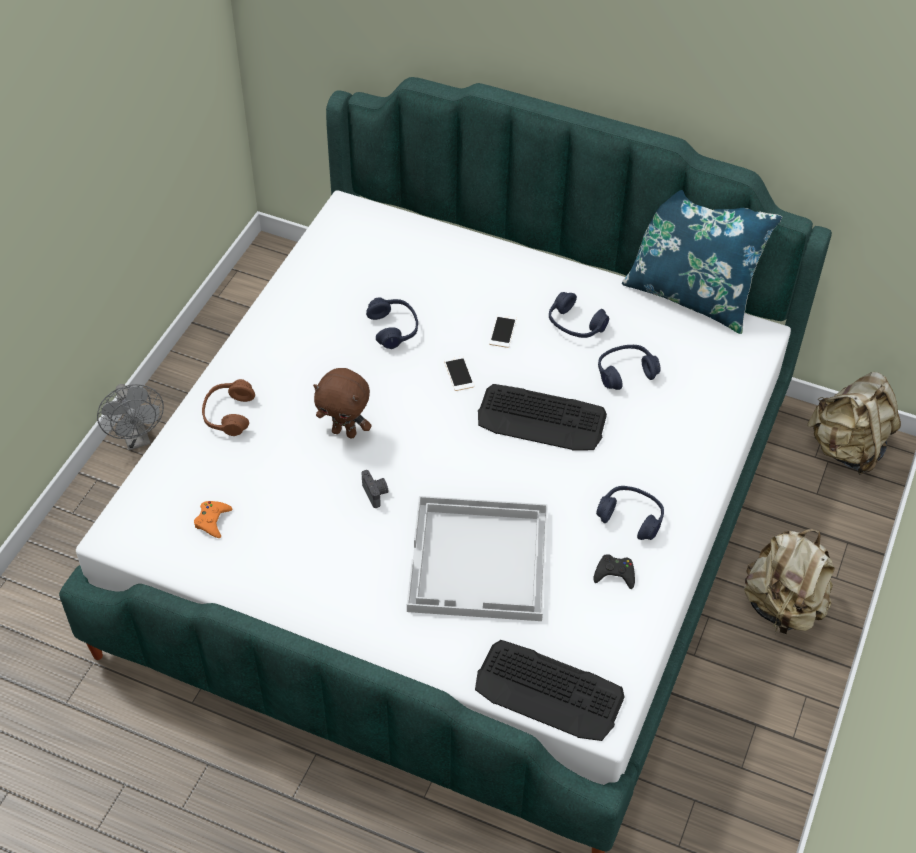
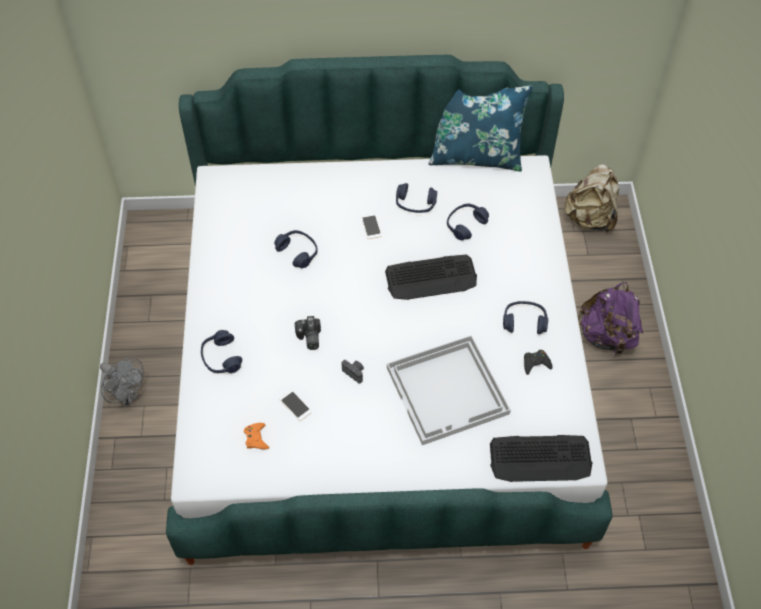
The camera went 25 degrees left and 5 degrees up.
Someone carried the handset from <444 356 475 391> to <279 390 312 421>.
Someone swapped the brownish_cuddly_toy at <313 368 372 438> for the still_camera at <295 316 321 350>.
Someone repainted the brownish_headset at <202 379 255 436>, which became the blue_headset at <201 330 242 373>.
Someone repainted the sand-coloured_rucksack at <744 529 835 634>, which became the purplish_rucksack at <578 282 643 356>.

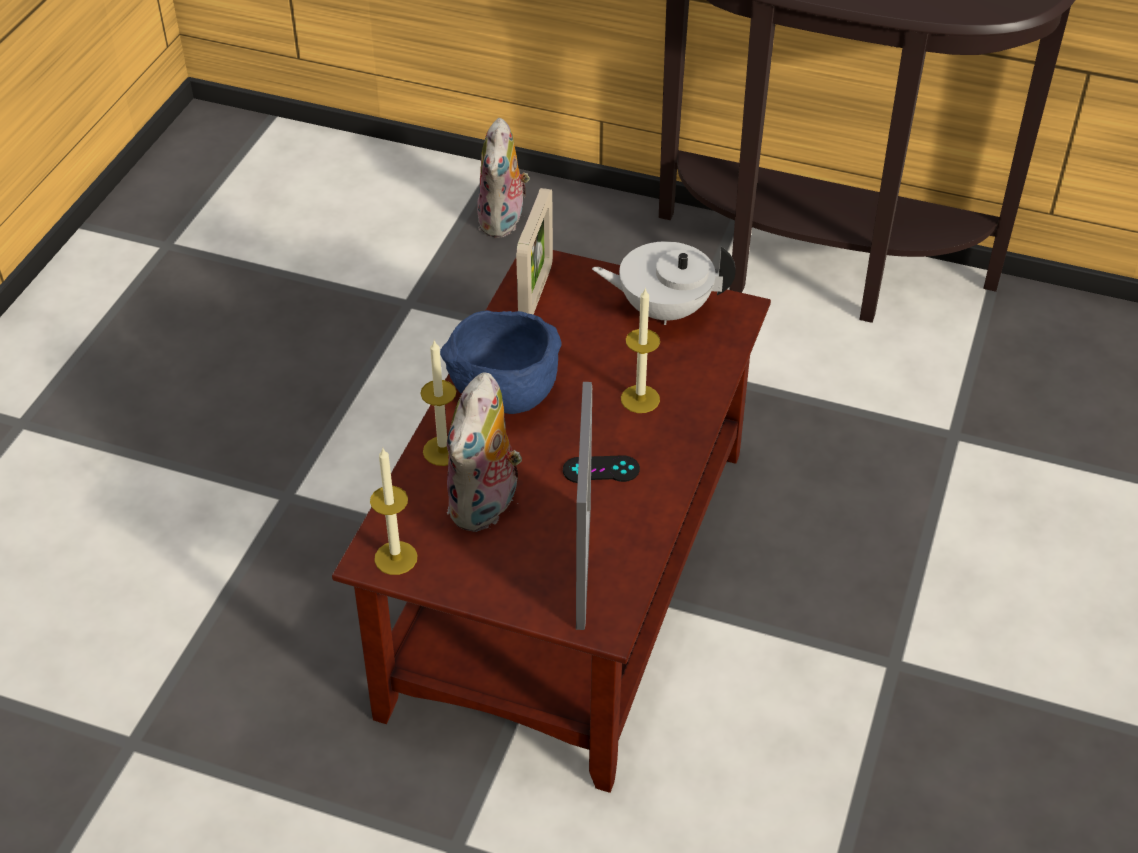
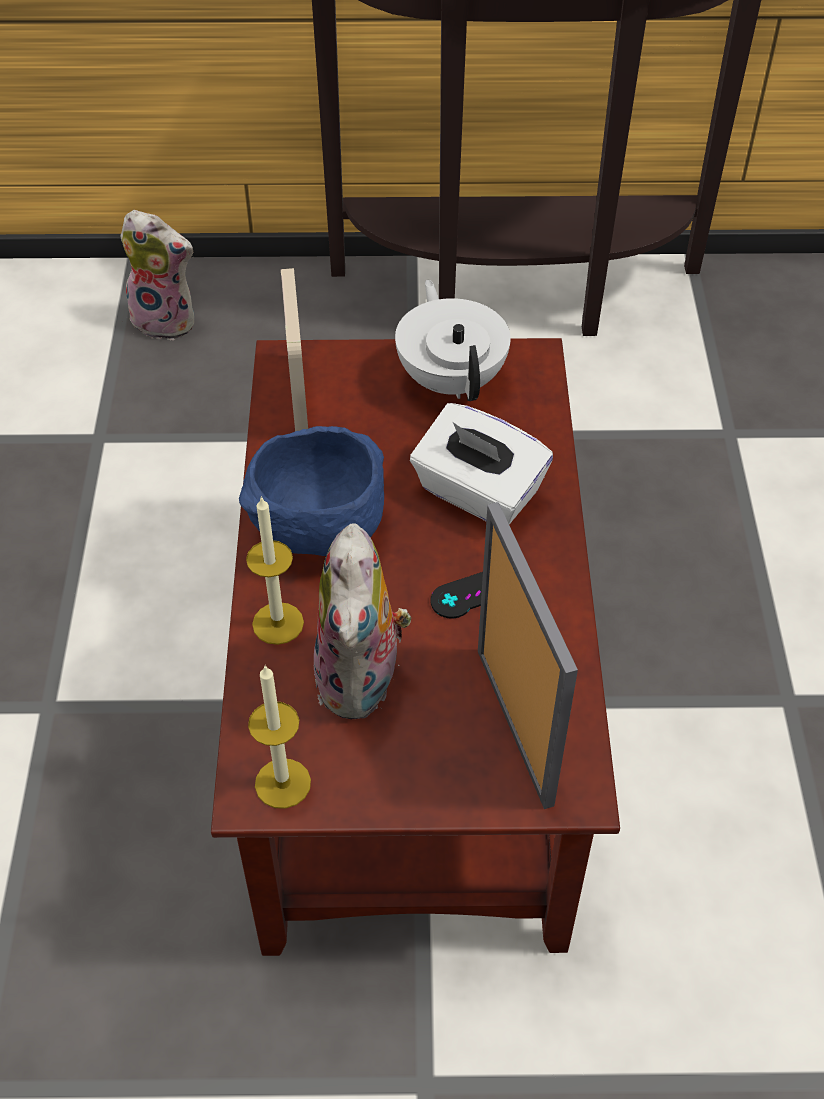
The camera went 20 degrees left and 5 degrees up.
Someone swapped the wax_candle at <621 287 660 413> for the white-coloured_box_of_tissues at <410 403 553 524>.
Someone rotated the cuddly_toy at <477 118 530 238> by 60 degrees counterclockwise.
Someone rotated the white-coloured_pot_for_tea at <592 241 736 325> by 90 degrees clockwise.

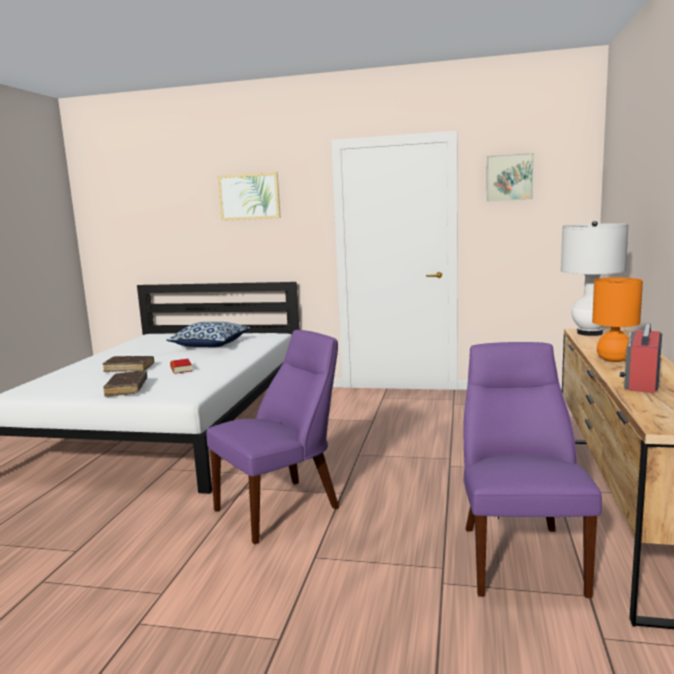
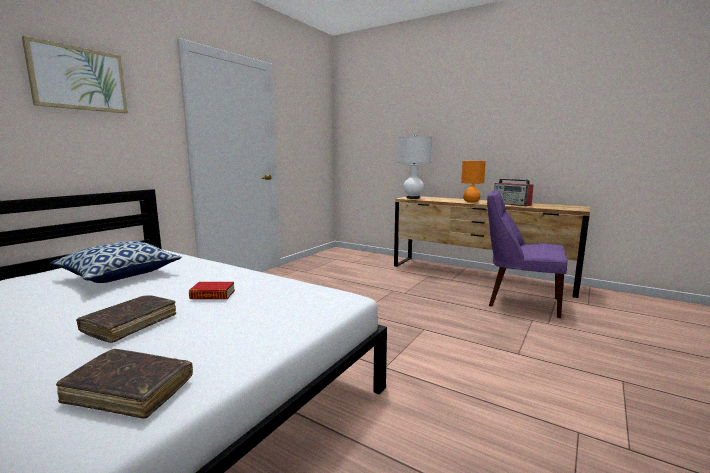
The camera went 70 degrees left and 0 degrees up.
Someone took away the purplish_plain_chair at <206 330 339 544>.
Someone took away the wall_art at <486 153 534 202>.
Someone carried the brownish_volume from <103 371 147 397> to <56 349 193 419>.

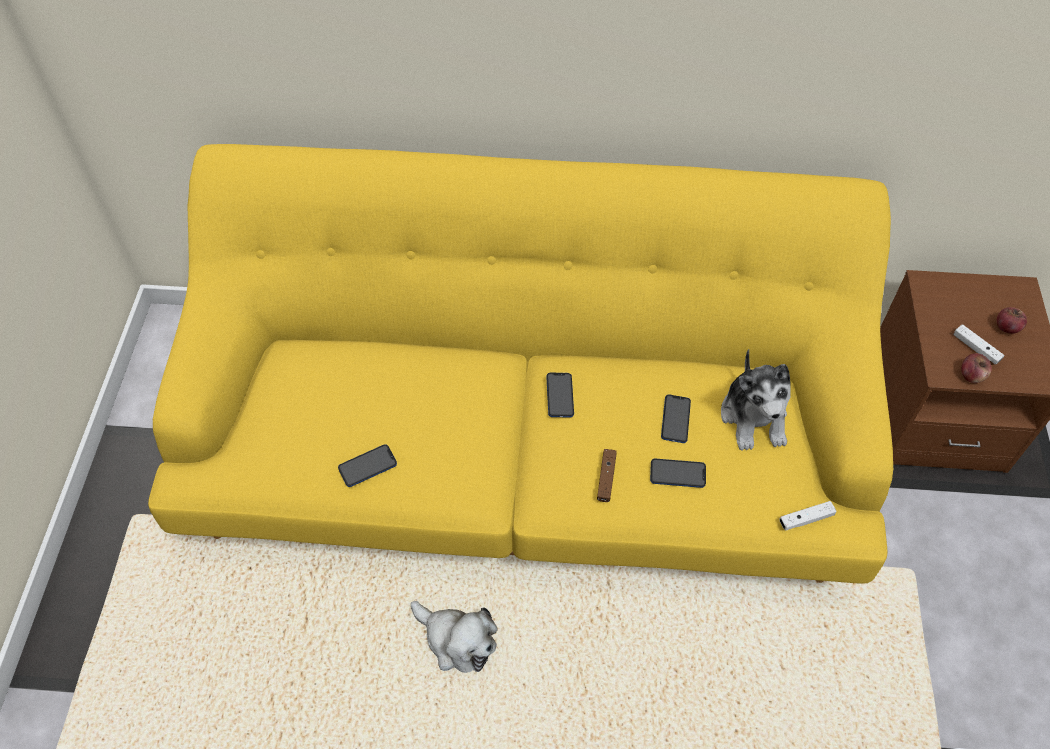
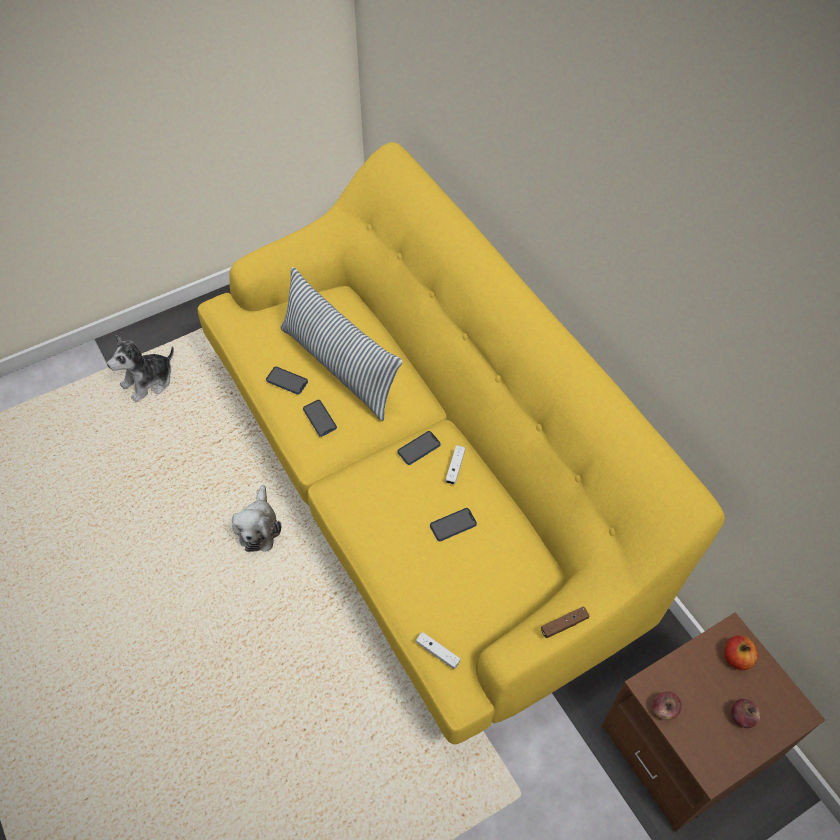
The camera went 55 degrees right and 0 degrees up.
Someone put down the cushion at <280 267 403 421>.
Someone put down the whole_apple at <724 635 758 670>.
Someone carried the brownish_joypad from <597 449 617 502> to <541 606 589 638>.
Someone carried the handset from <650 458 706 488> to <303 400 337 437>.
Someone carried the cuddly_toy from <721 349 791 451> to <107 335 174 402>.
Someone carried the white-coloured_joypad from <953 325 1004 364> to <445 445 465 484>.

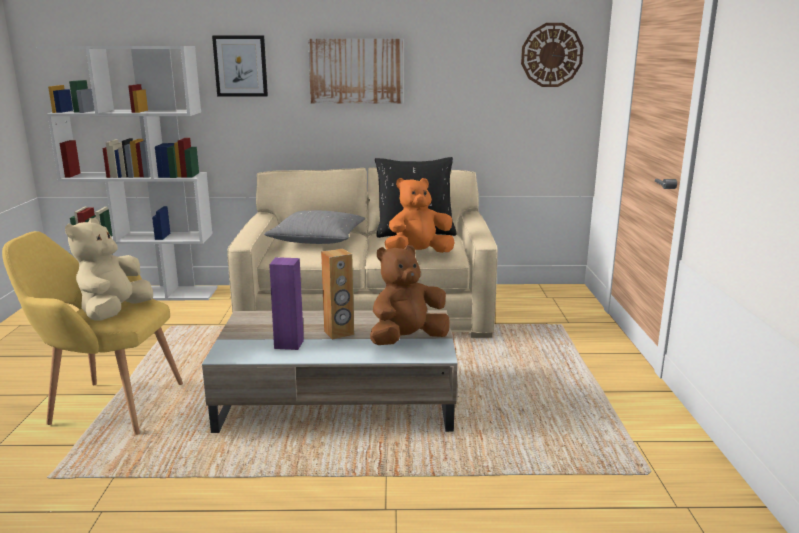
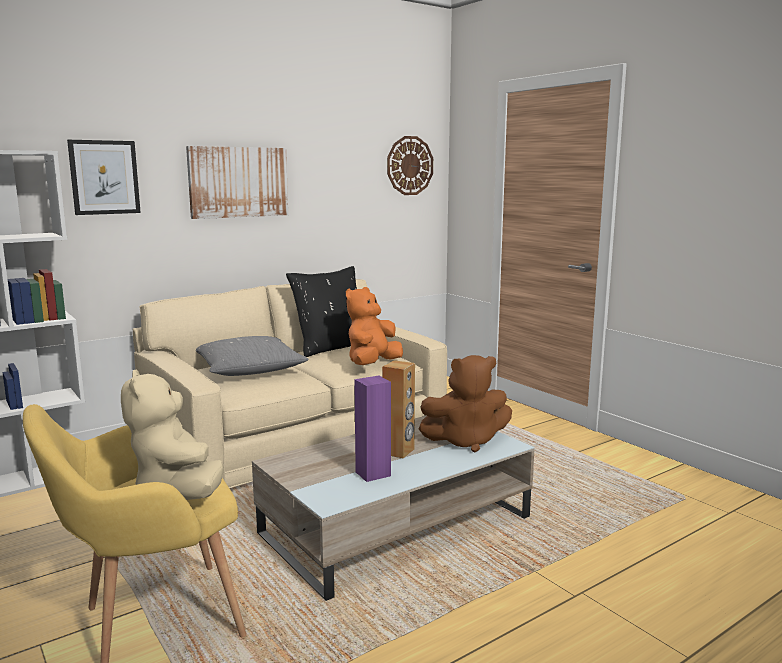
The camera went 35 degrees left and 5 degrees down.
Someone rotated the brownish_cuddly_toy at <370 245 450 345> by 120 degrees counterclockwise.

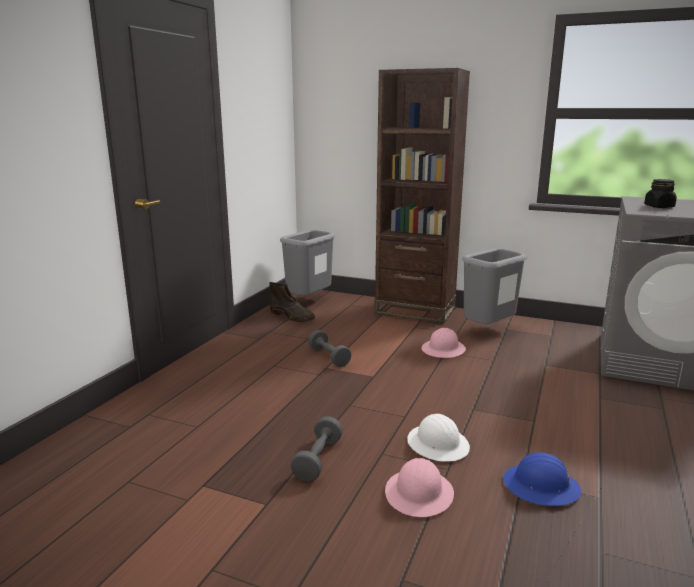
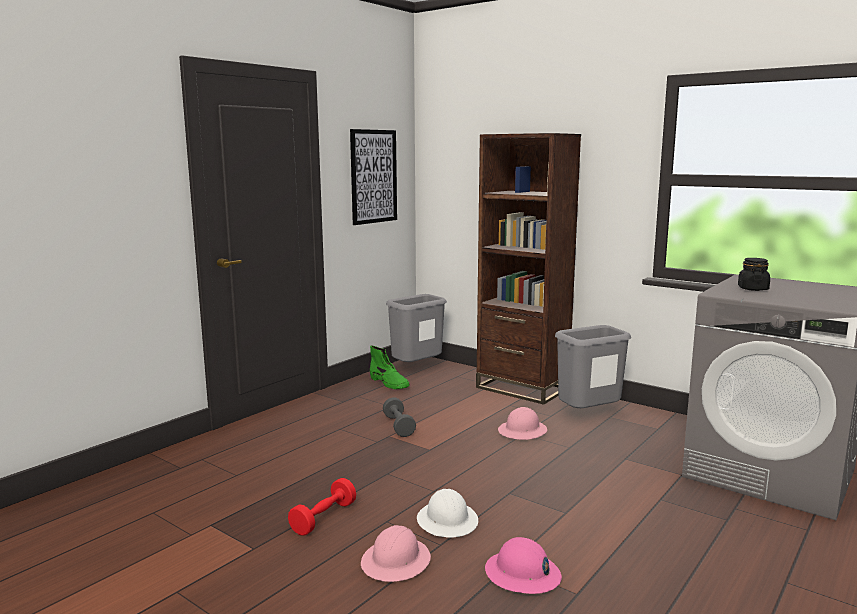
The camera went 15 degrees right and 5 degrees down.
Someone put up the wall_art at <350 129 397 225>.
Someone repainted the brownish_high-top_boot at <269 282 315 322>, which became the green_high-top_boot at <370 345 410 389>.
Someone repainted the grey_free_weight at <290 416 343 482>, which became the reddish_free_weight at <288 478 356 536>.
Someone repainted the blue_hard_hat at <503 452 582 506>, which became the pink_hard_hat at <485 537 562 594>.

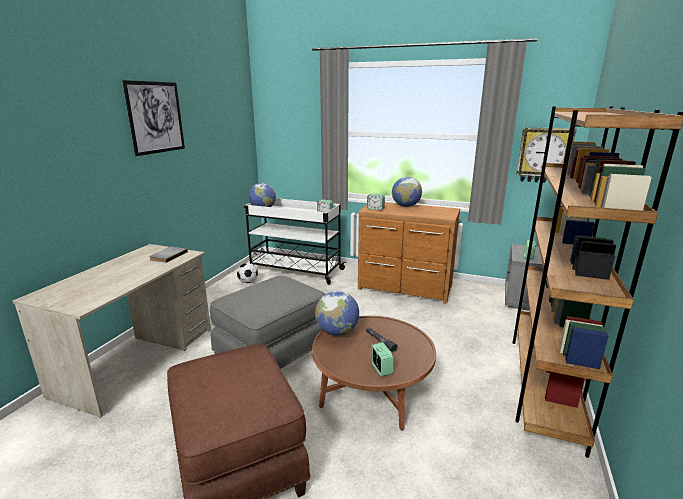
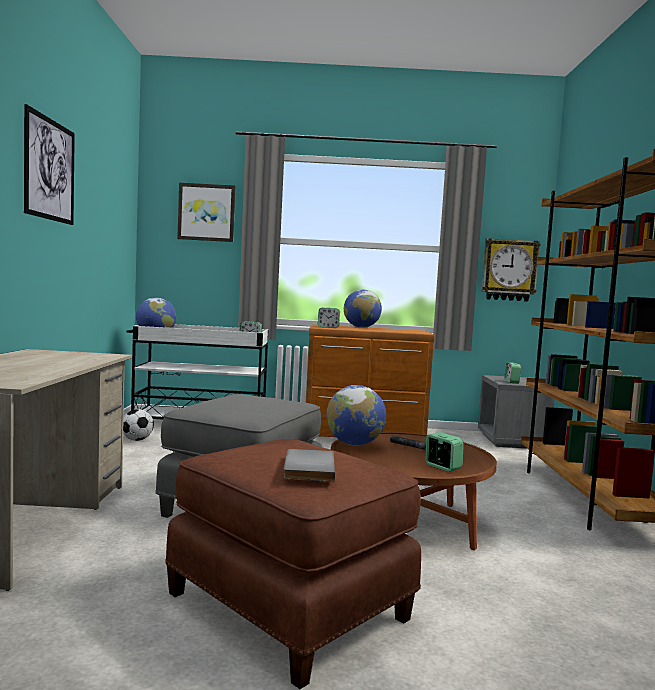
The camera went 20 degrees left and 15 degrees down.
Someone put up the wall_art at <177 183 235 242>.
Someone carried the grey_volume from <149 246 188 263> to <283 449 335 482>.

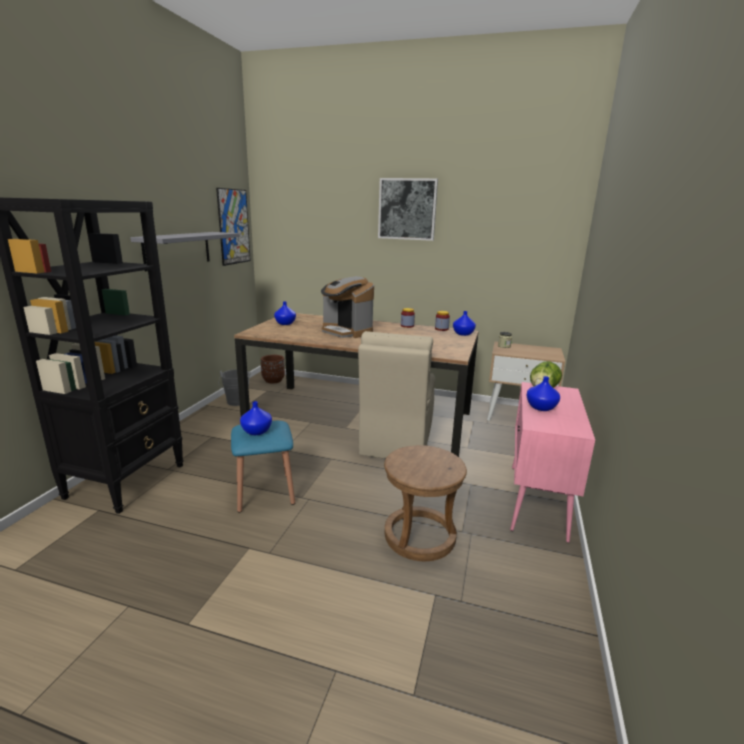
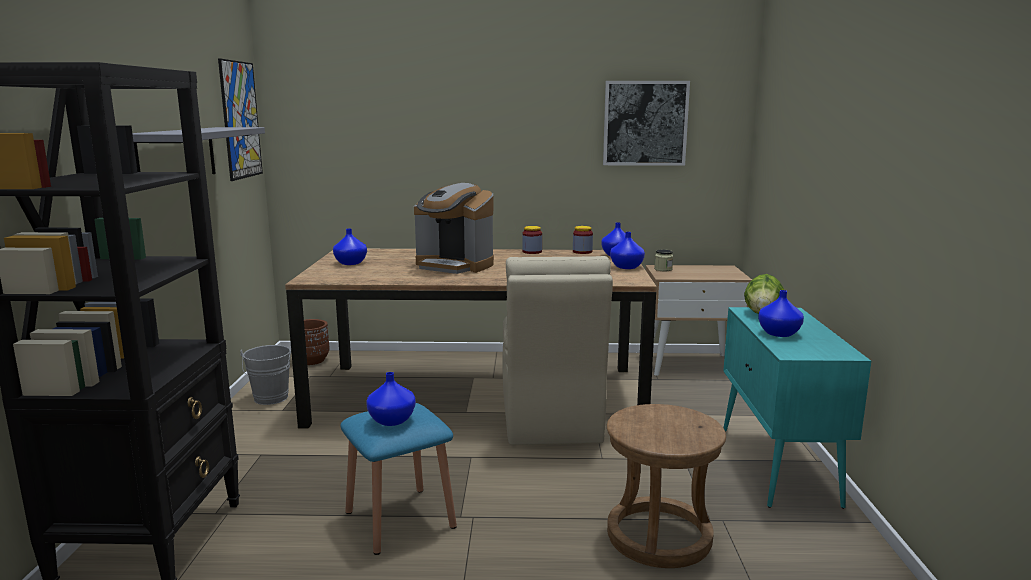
The camera went 15 degrees left and 5 degrees down.
Someone put down the blue_flower_vase at <610 232 645 269>.
Someone carried the wall_art from <378 178 438 241> to <603 81 690 166>.
Someone repainted the pink_storage_cabinet at <510 382 595 543>, which became the turquoise-coloured_storage_cabinet at <723 307 871 509>.

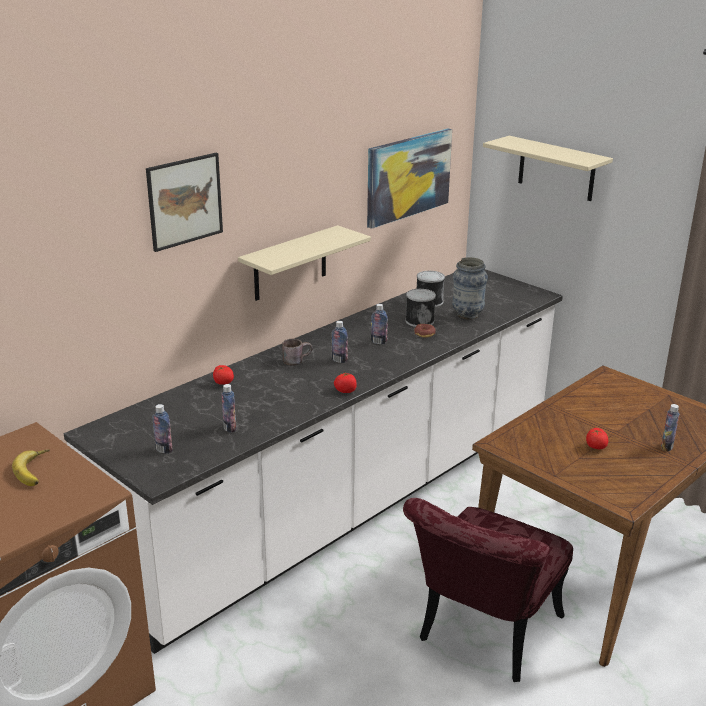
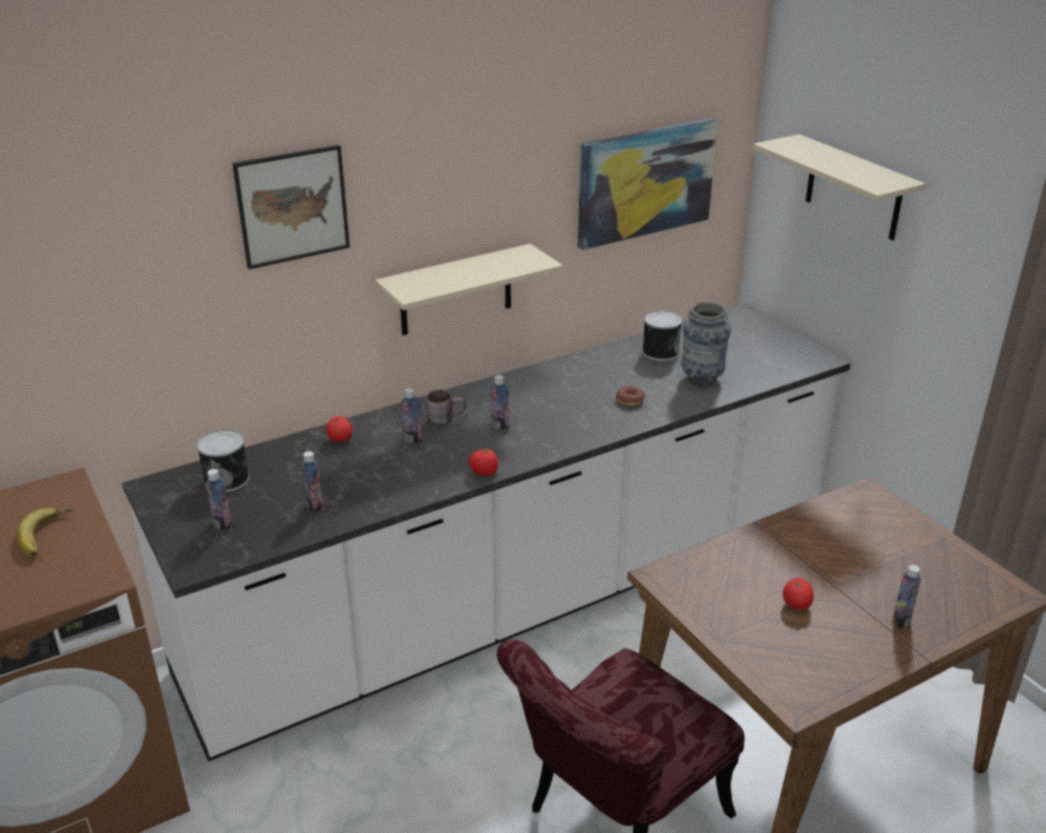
The camera went 15 degrees right and 5 degrees up.
Someone carried the bottle from <371 304 388 345> to <401 388 422 444>.
Someone carried the can from <405 289 436 327> to <197 430 250 492>.

